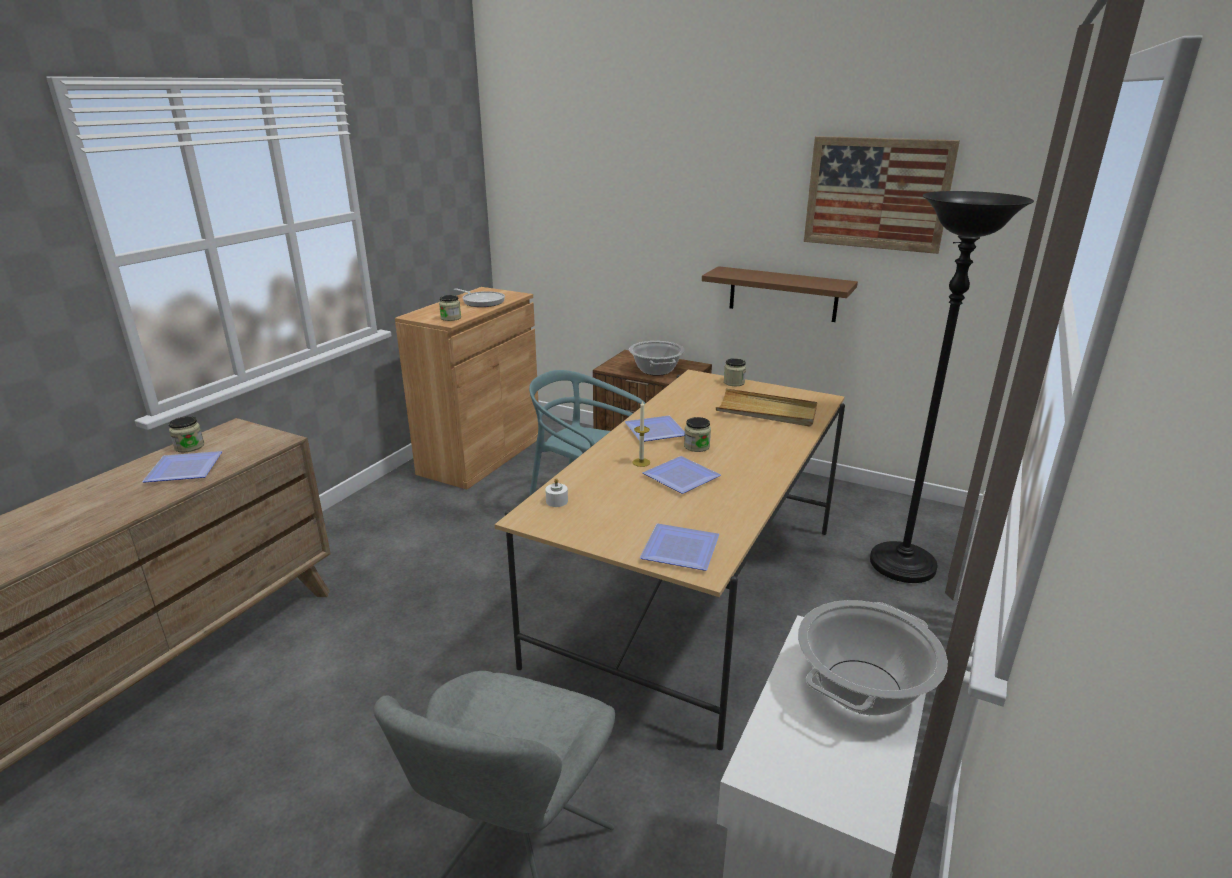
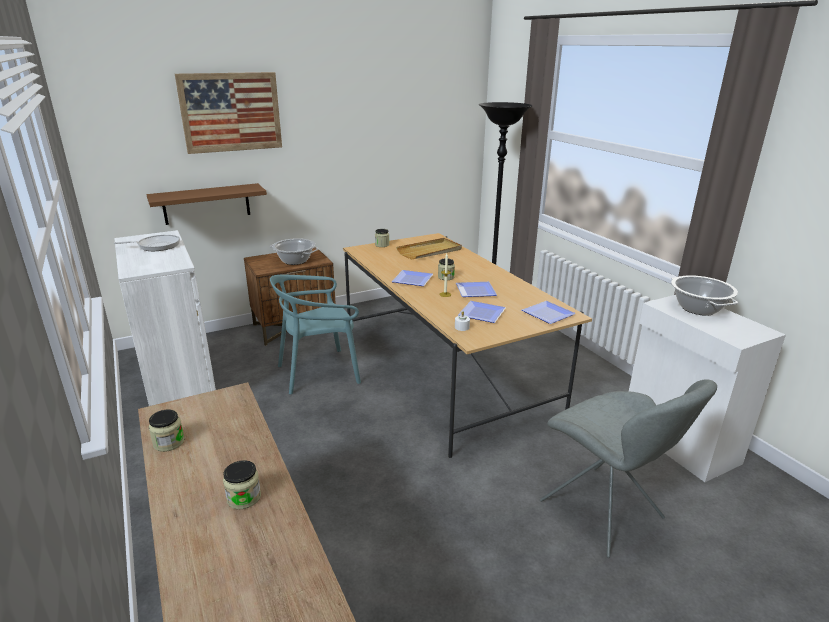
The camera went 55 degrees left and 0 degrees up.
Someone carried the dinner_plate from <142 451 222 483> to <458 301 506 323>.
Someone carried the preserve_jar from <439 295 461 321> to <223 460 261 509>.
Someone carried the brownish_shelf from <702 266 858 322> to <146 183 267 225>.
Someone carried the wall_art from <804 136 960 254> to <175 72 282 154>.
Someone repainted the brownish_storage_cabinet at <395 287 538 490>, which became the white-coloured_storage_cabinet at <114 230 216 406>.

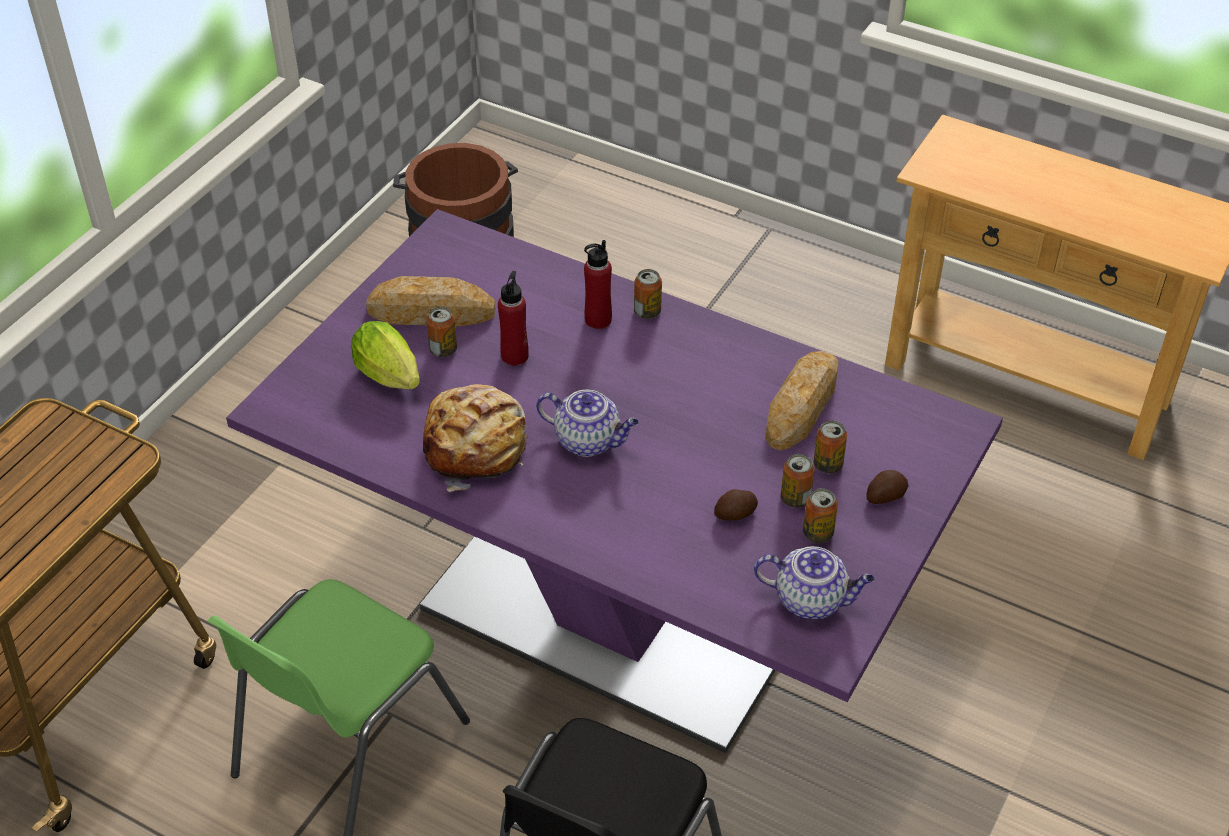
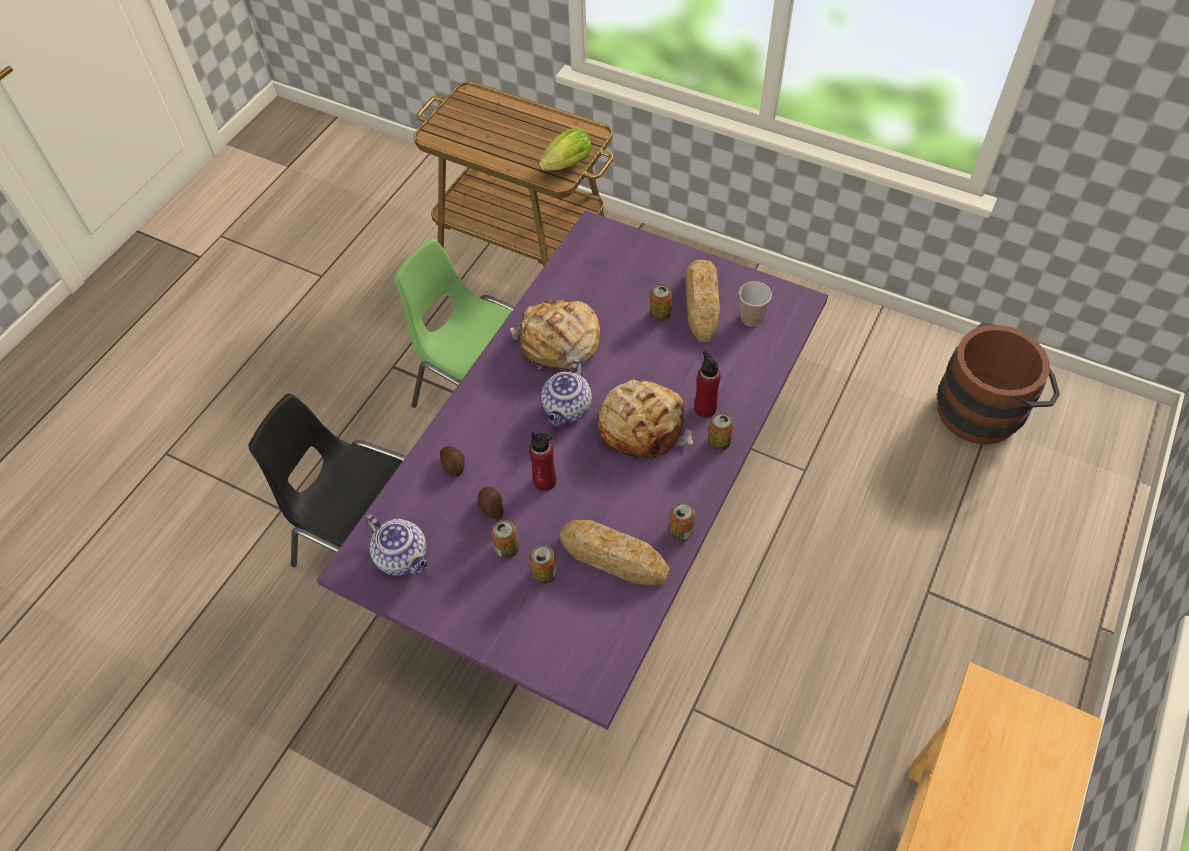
The camera went 90 degrees right and 10 degrees up.
Someone put down the baked_bread at <598 379 693 460>.
Someone put down the cup at <739 281 772 326>.
Someone carried the lettuce from <351 321 420 389> to <539 128 592 171>.
Someone carried the reddish_bottle from <498 271 529 366> to <529 432 556 491>.
Someone carried the can from <803 488 838 543> to <669 502 695 541>.
Someone carried the potato from <866 470 908 504> to <440 446 465 476>.
Someone rotated the pot_for_tea at <754 546 875 619> by 60 degrees counterclockwise.

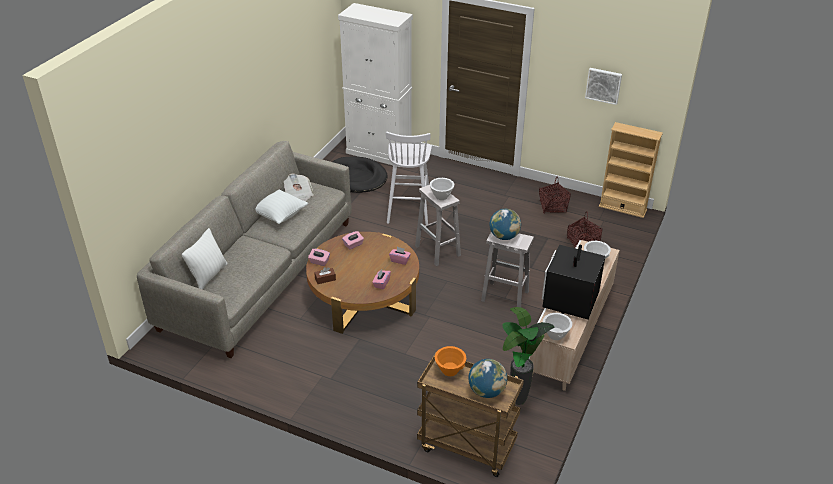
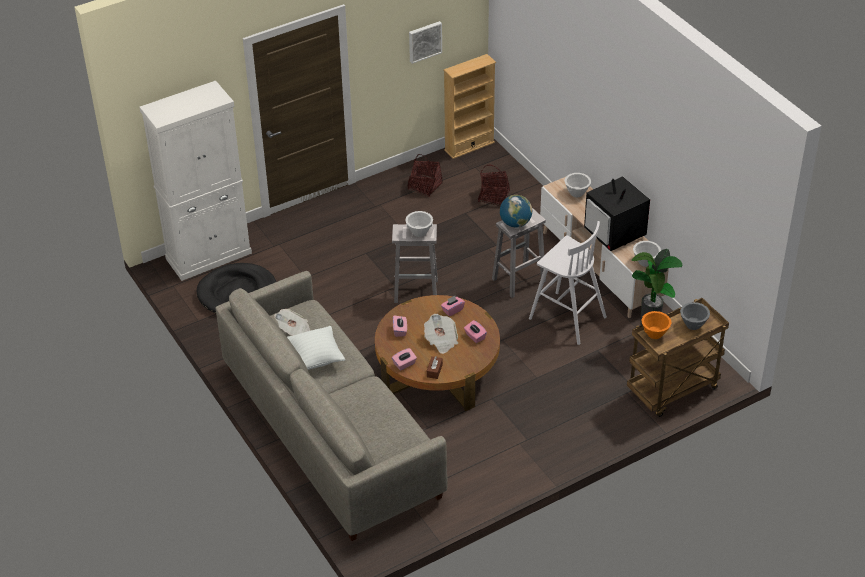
The camera went 55 degrees left and 5 degrees up.
Someone took away the white-coloured_cushion at <182 228 227 290>.
Someone put down the newspaper at <424 314 458 354>.
Someone carried the white-coloured_sitting_stool from <386 131 432 225> to <529 221 607 345>.
Someone swapped the desk_globe at <468 359 507 398> for the grey_bowl at <680 302 710 330>.

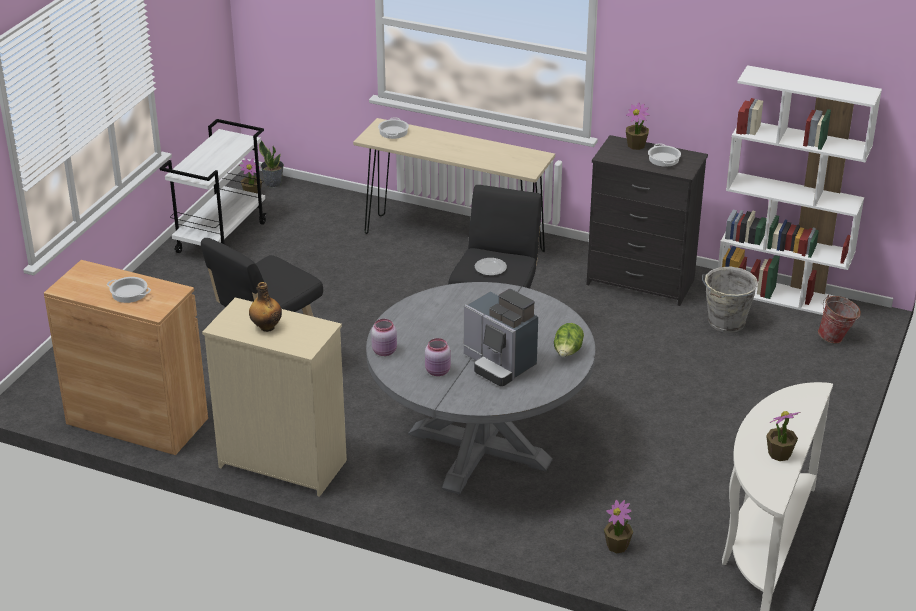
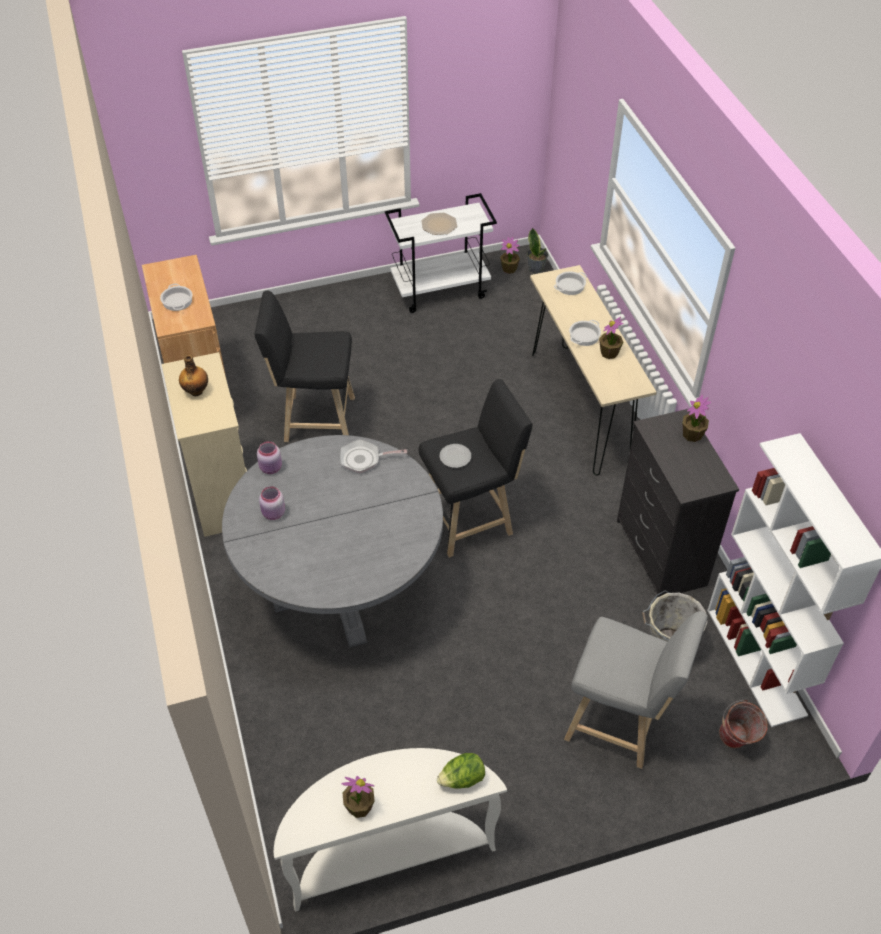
The camera went 50 degrees right and 15 degrees up.
Someone took away the coffee_machine at <464 289 538 386>.
Someone put down the skillet at <340 439 407 473>.
Someone put down the dinner_plate at <421 213 457 235>.
Someone put down the grey_sitting_stool at <564 611 708 769>.
Someone carried the lettuce from <554 323 584 357> to <437 753 485 789>.
Someone carried the houseplant from <604 500 633 553> to <599 317 623 359>.
Someone carried the stockpot from <648 143 681 167> to <569 320 601 346>.

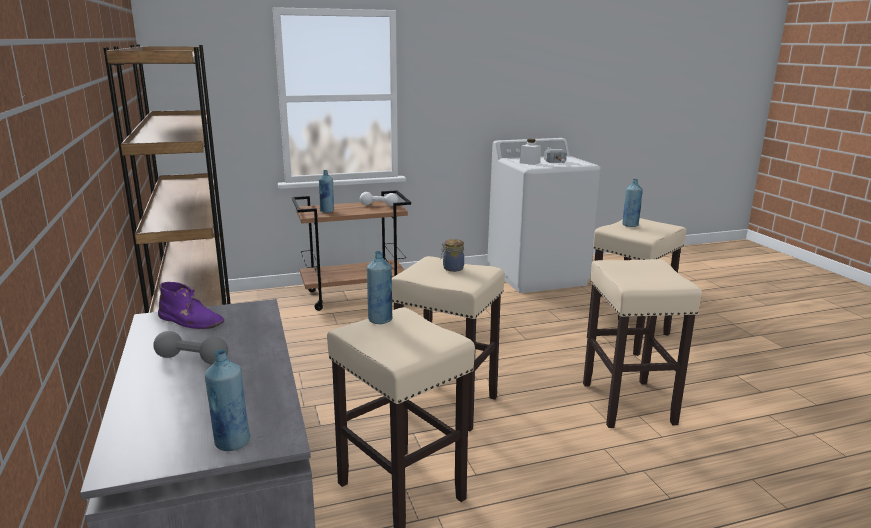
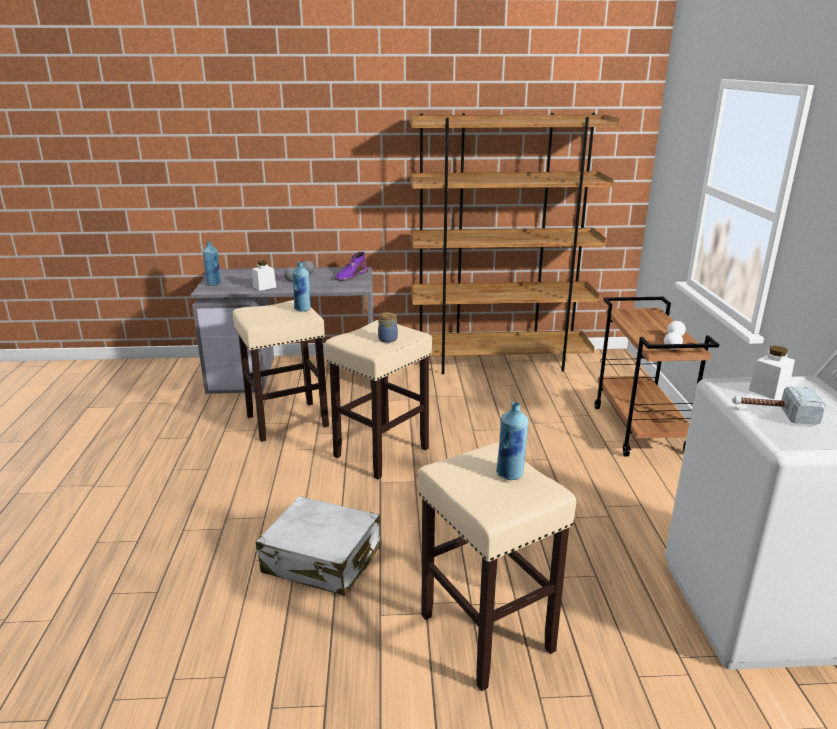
The camera went 105 degrees right and 5 degrees up.
Someone took away the blue_bottle at <319 170 334 213>.
Someone put down the white-coloured_preserve_jar at <252 260 276 291>.
Someone swapped the sand-coloured_sitting_stool at <583 259 702 428> for the white-coloured_piece_of_luggage at <256 496 381 596>.

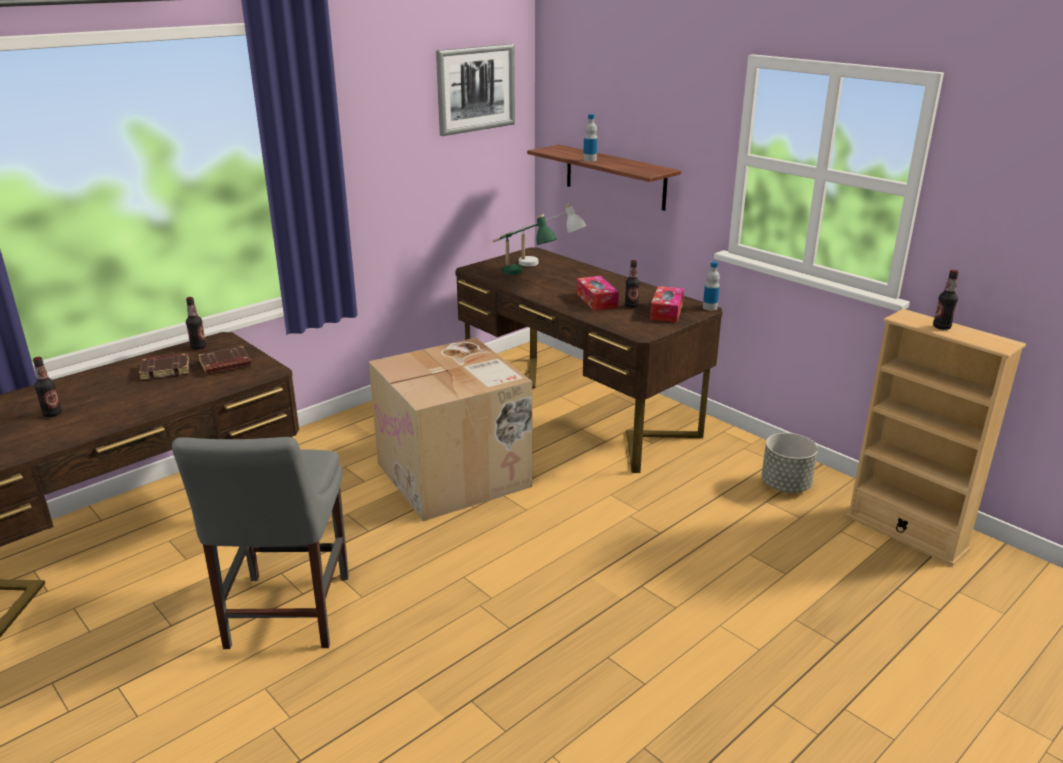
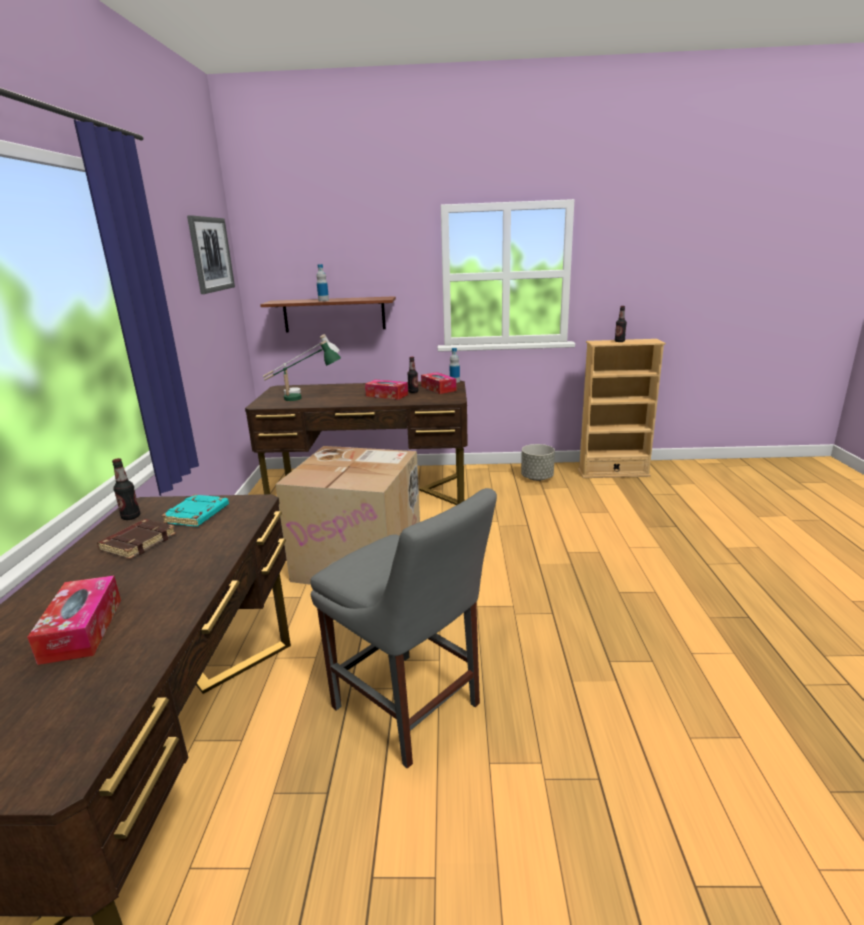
The camera went 45 degrees left and 5 degrees down.
Someone swapped the bottle at <33 357 62 417> for the box_of_tissues at <27 575 121 665>.
Someone repainted the brownish_volume at <198 346 252 374>, which became the turquoise-coloured_volume at <161 494 229 527>.

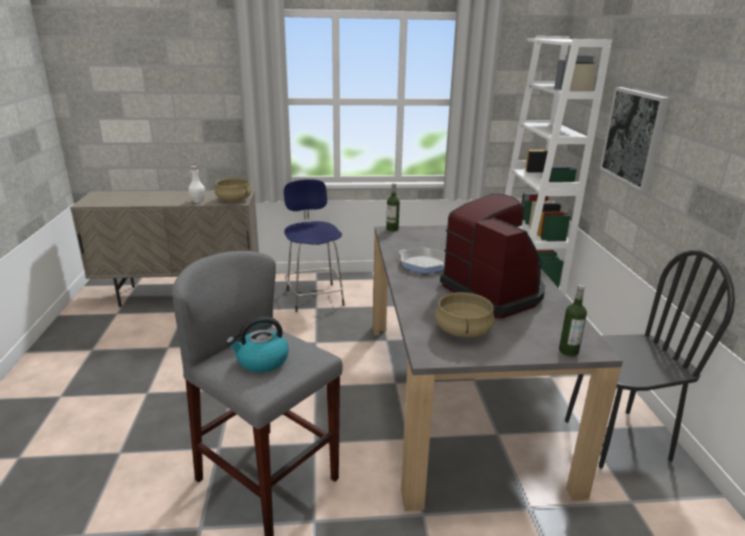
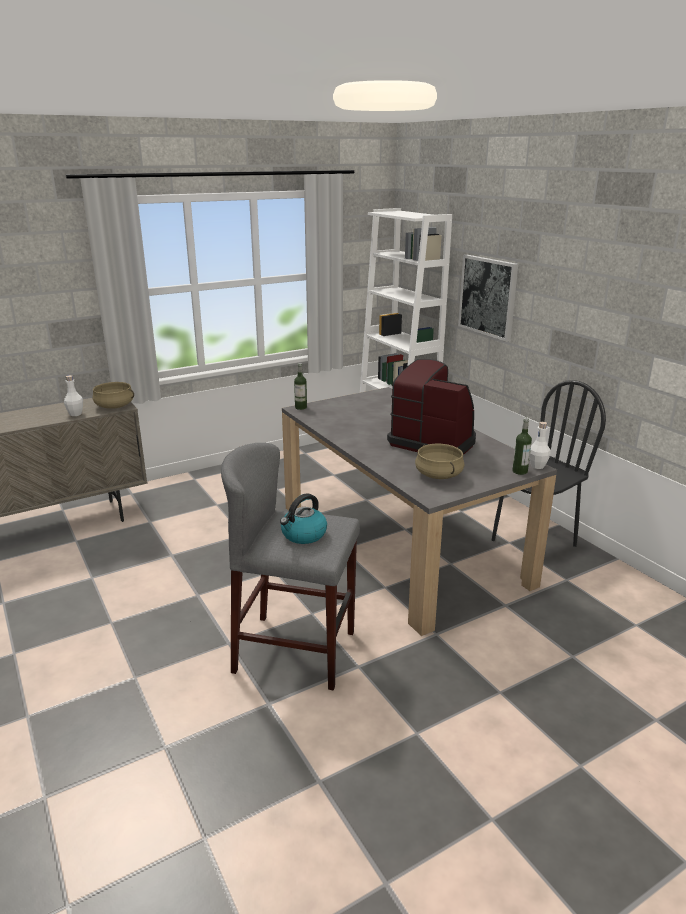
The camera went 25 degrees left and 0 degrees up.
Someone took away the blue_sitting_stool at <284 179 345 312>.
Someone took away the skillet at <399 247 445 274>.
Someone put down the white-coloured_bottle at <529 422 551 469>.

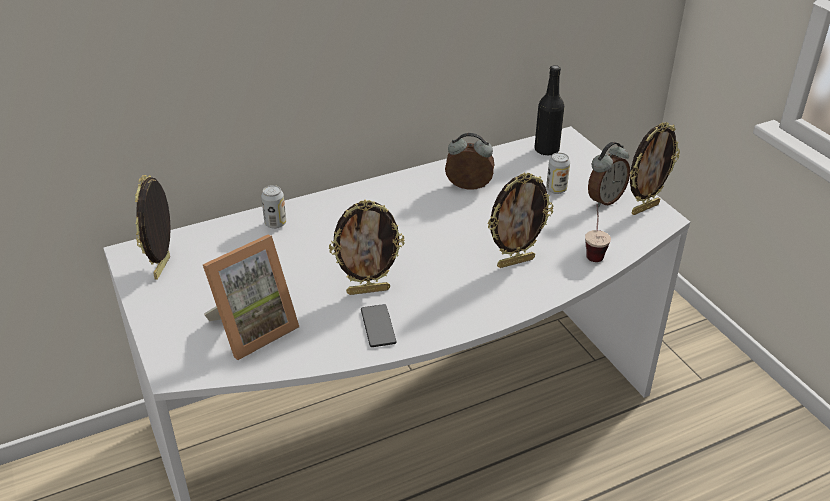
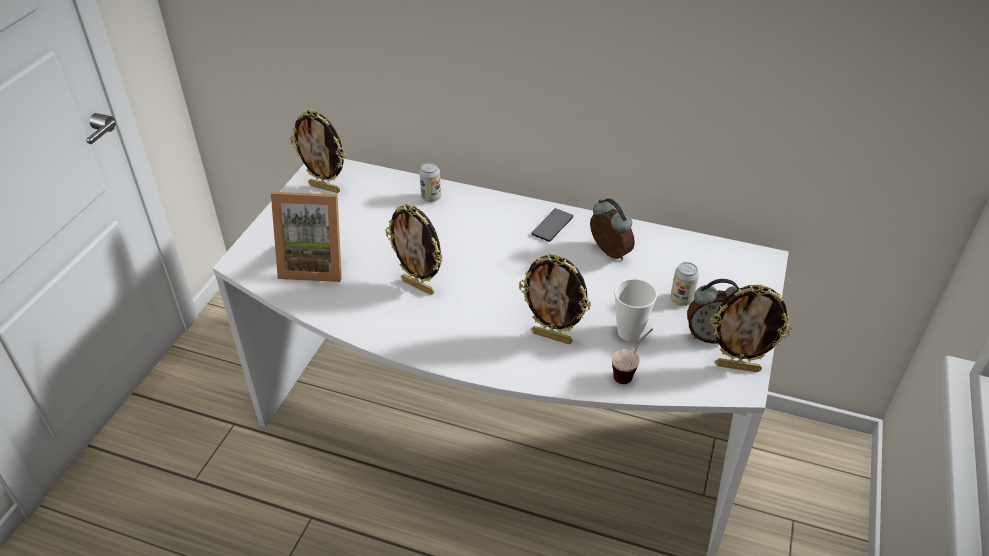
The camera went 45 degrees right and 5 degrees up.
Someone took away the black_bottle at <534 65 564 156>.
Someone put down the cup at <614 279 657 341>.
Someone carried the handset from <361 304 397 347> to <531 209 573 242>.
Someone rotated the photo_frame at <135 175 171 280> by 120 degrees counterclockwise.

